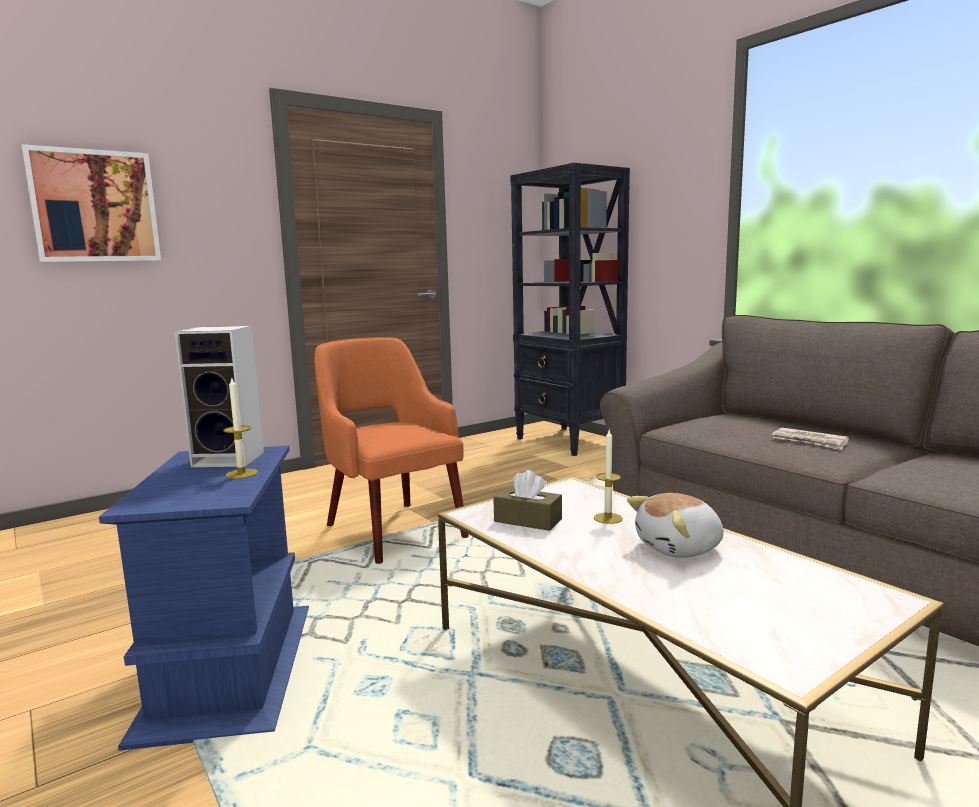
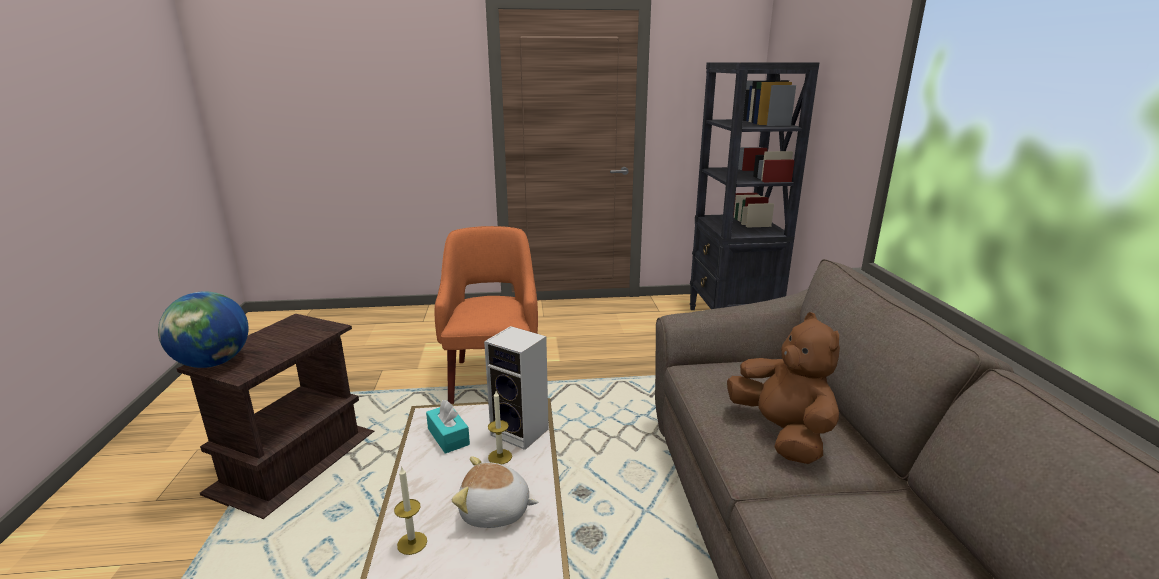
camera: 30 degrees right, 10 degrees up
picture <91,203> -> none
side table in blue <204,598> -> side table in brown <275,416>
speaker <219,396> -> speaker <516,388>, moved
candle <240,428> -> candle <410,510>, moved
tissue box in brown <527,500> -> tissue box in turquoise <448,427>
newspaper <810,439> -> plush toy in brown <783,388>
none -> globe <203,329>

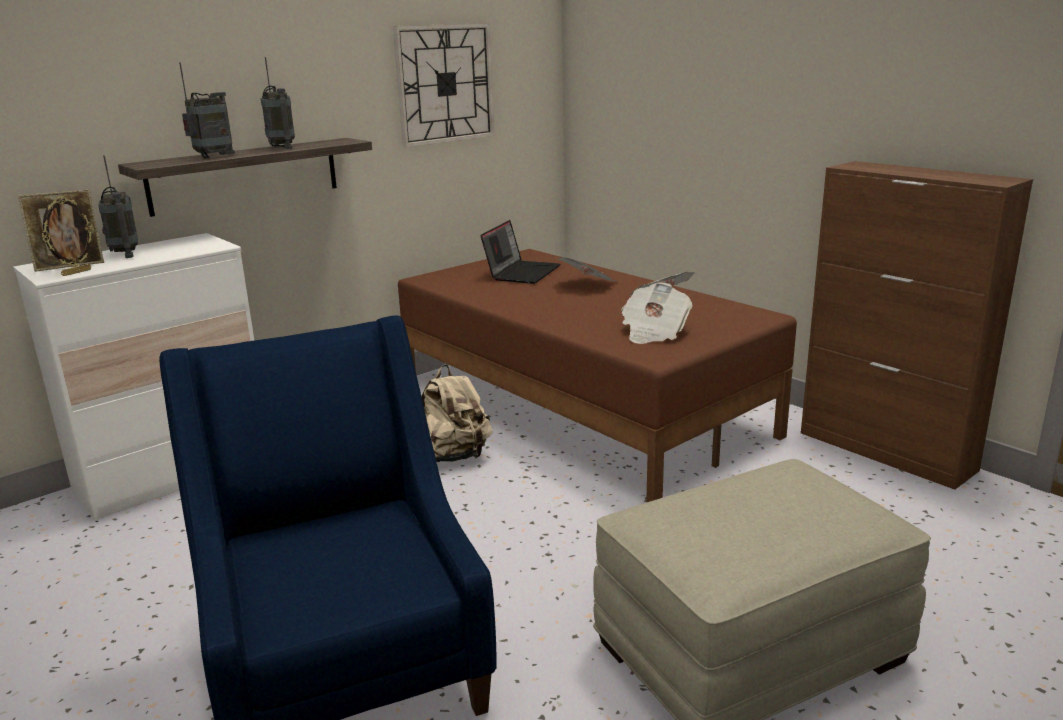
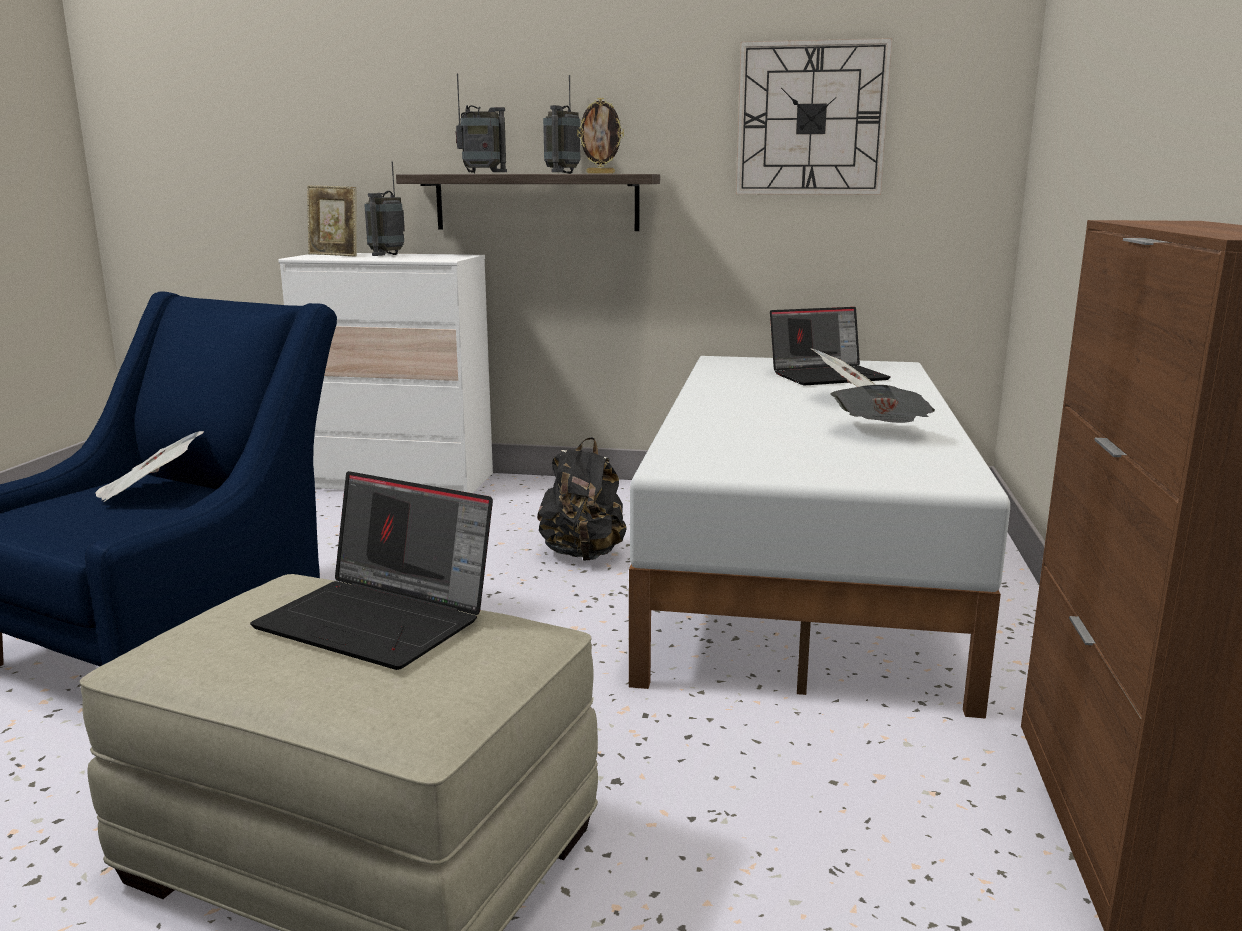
camera: 50 degrees right, 5 degrees down
picture frame <68,236> -> picture frame <600,136>, moved
bed in brown <597,376> -> bed in white <819,537>
backpack in beige <457,413> -> backpack in black <582,499>
newspaper <656,313> -> newspaper <149,466>, moved
none -> laptop <371,570>

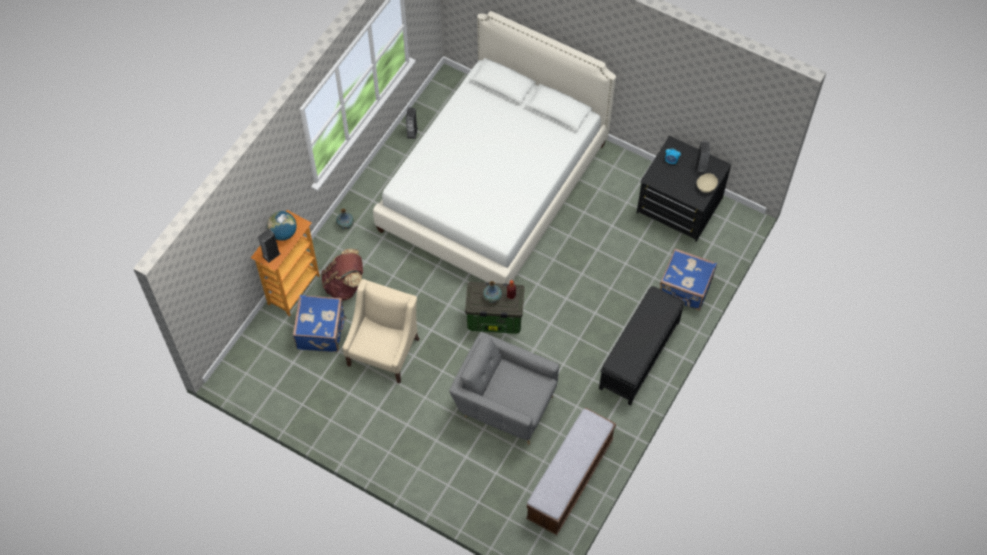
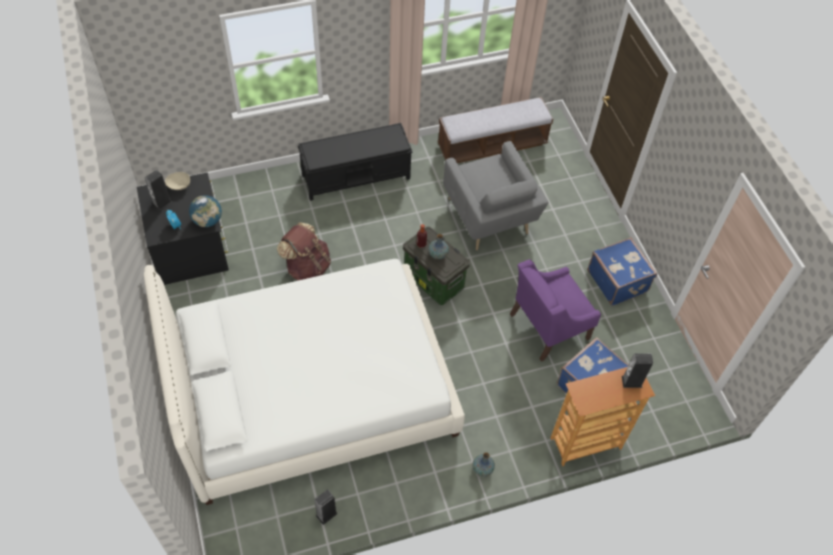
camera: 140 degrees left, 5 degrees down
globe <282,226> -> globe <205,211>, moved
backpack in brown <342,275> -> backpack in brown <304,251>, moved
armchair in beige <380,331> -> armchair in purple <555,310>
suitcase in blue <688,279> -> suitcase in blue <622,271>, moved

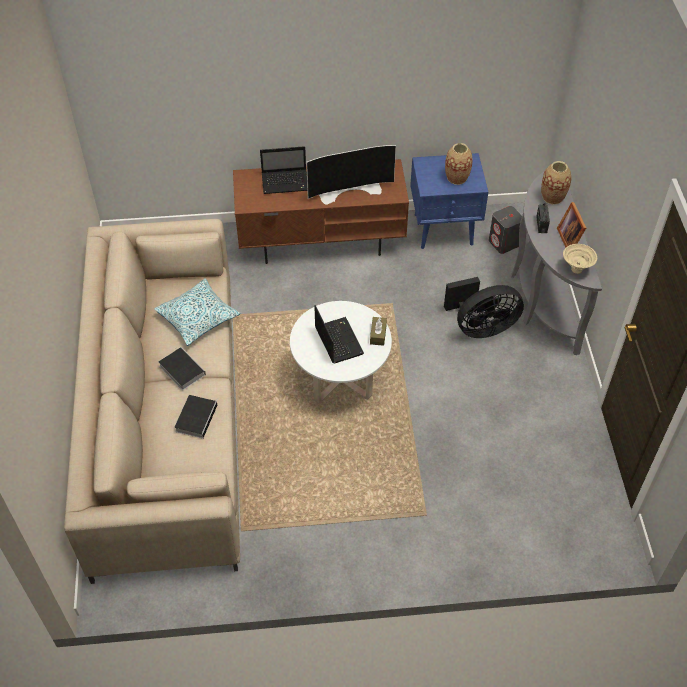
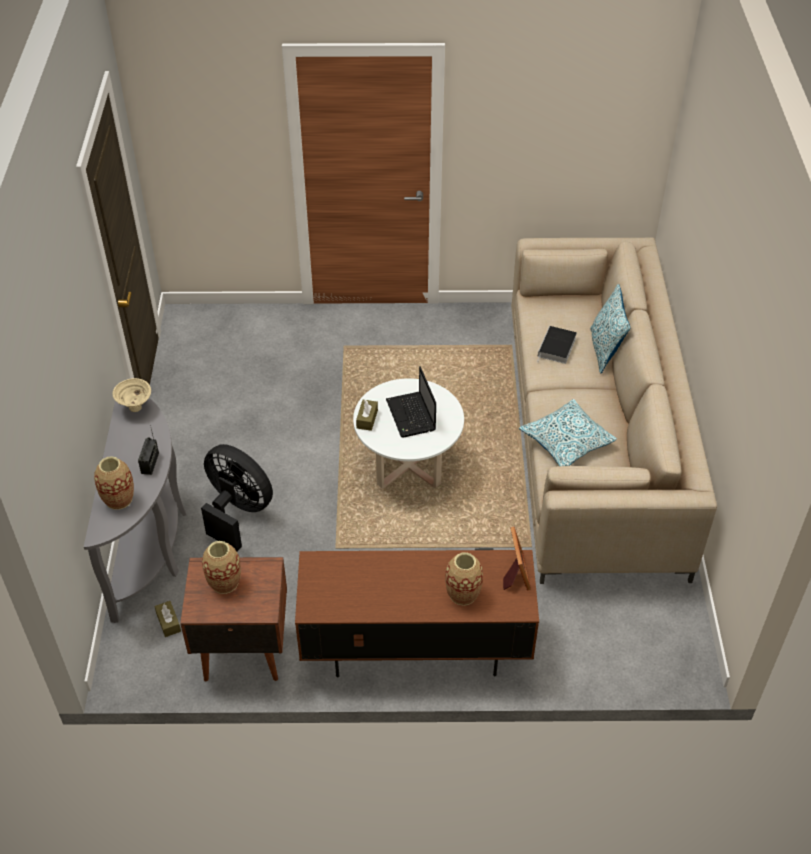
camera: 175 degrees left, 5 degrees down
book <182,368> -> none
laptop <283,170> -> vase <464,579>
television <351,175> -> none
nightstand in blue <449,201> -> nightstand in brown <233,619>
fan in black <484,307> -> fan in black <237,497>, 45 degrees clockwise
speaker in grey <505,230> -> tissue box in brown <167,619>
picture frame <571,225> -> picture frame <517,559>, moved
none -> pillow <610,329>

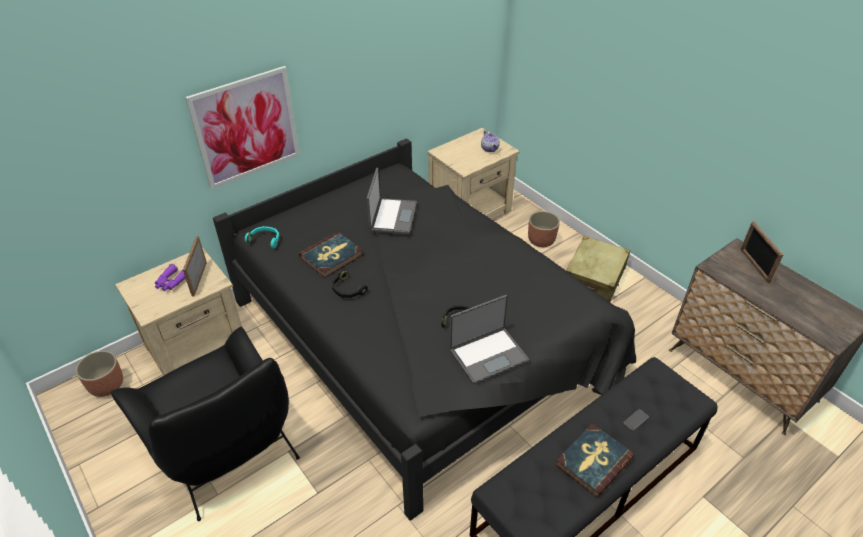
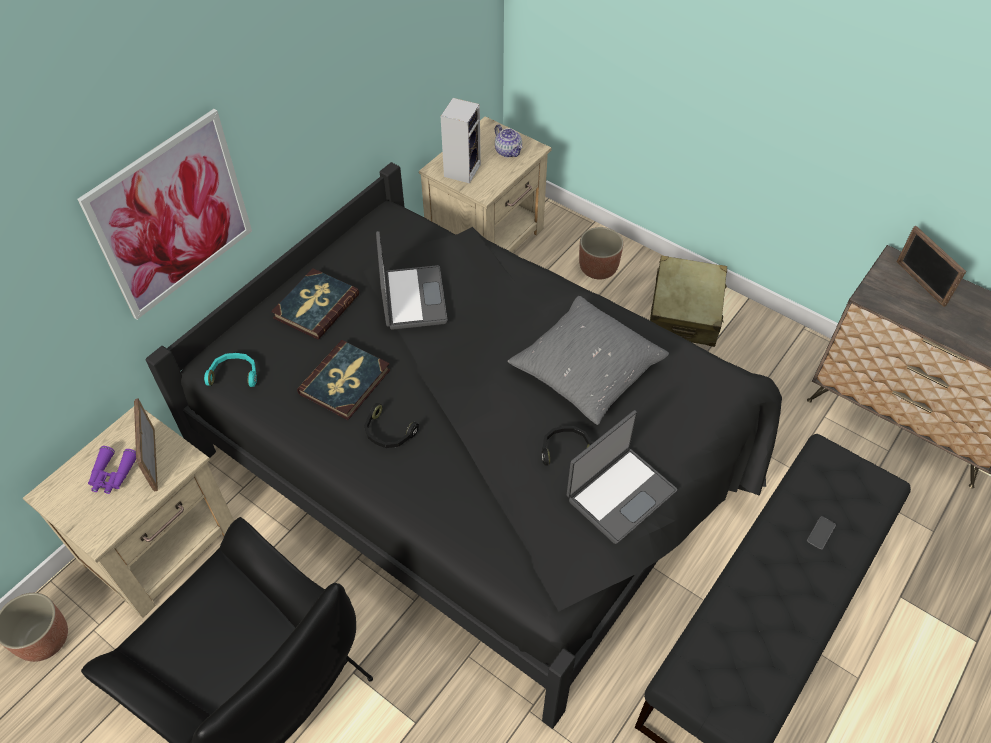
camera: 15 degrees left, 10 degrees up
book <594,460> -> book <315,304>, moved
none -> speaker <461,140>
none -> pillow in grey <588,360>

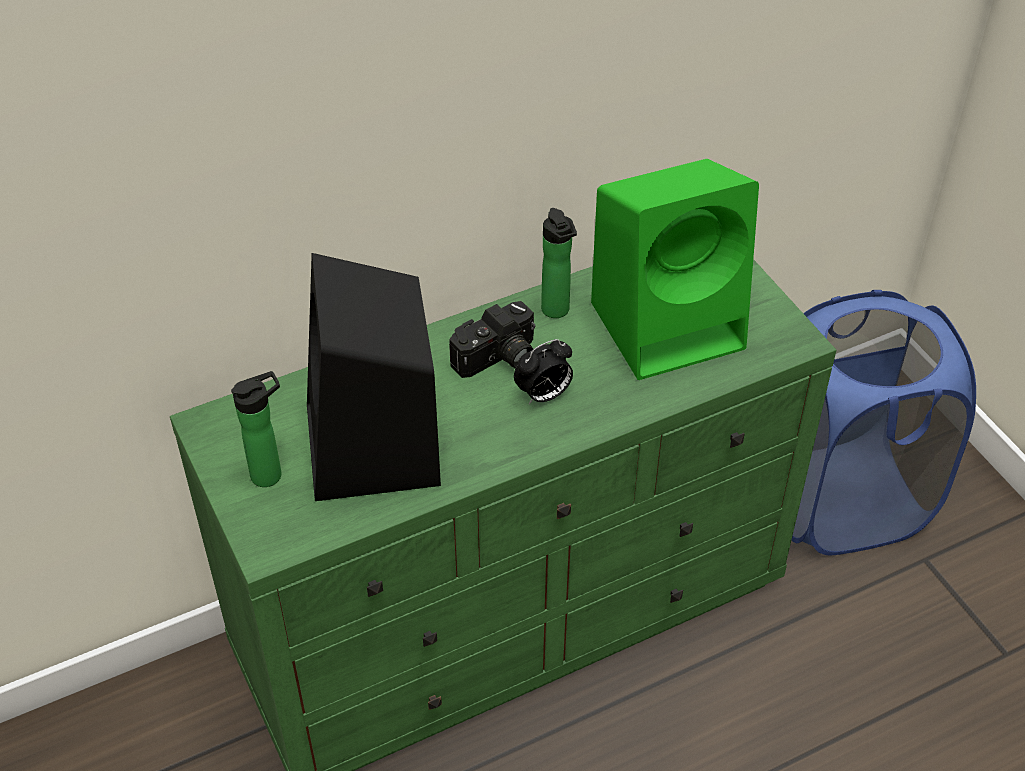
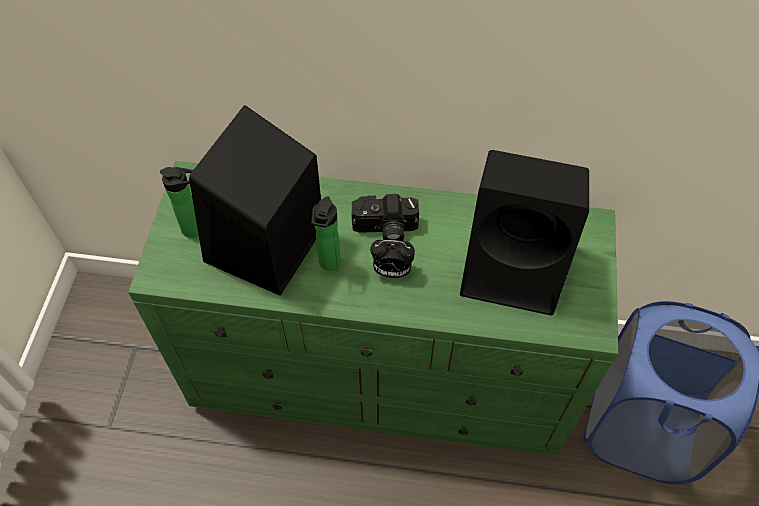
camera: 35 degrees right, 10 degrees up
bottle <559,263> -> bottle <326,233>, moved
speaker in green <675,269> -> speaker in black <524,233>

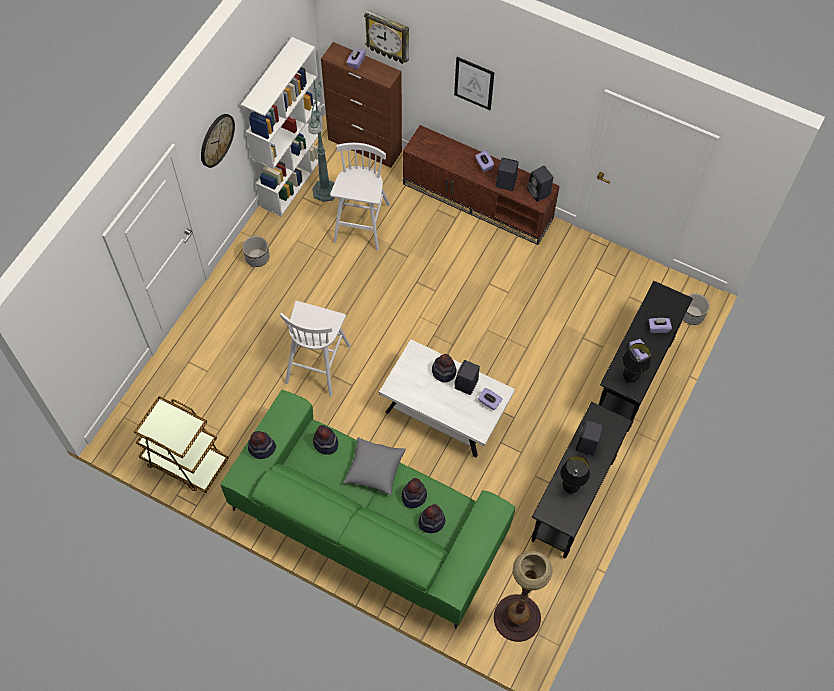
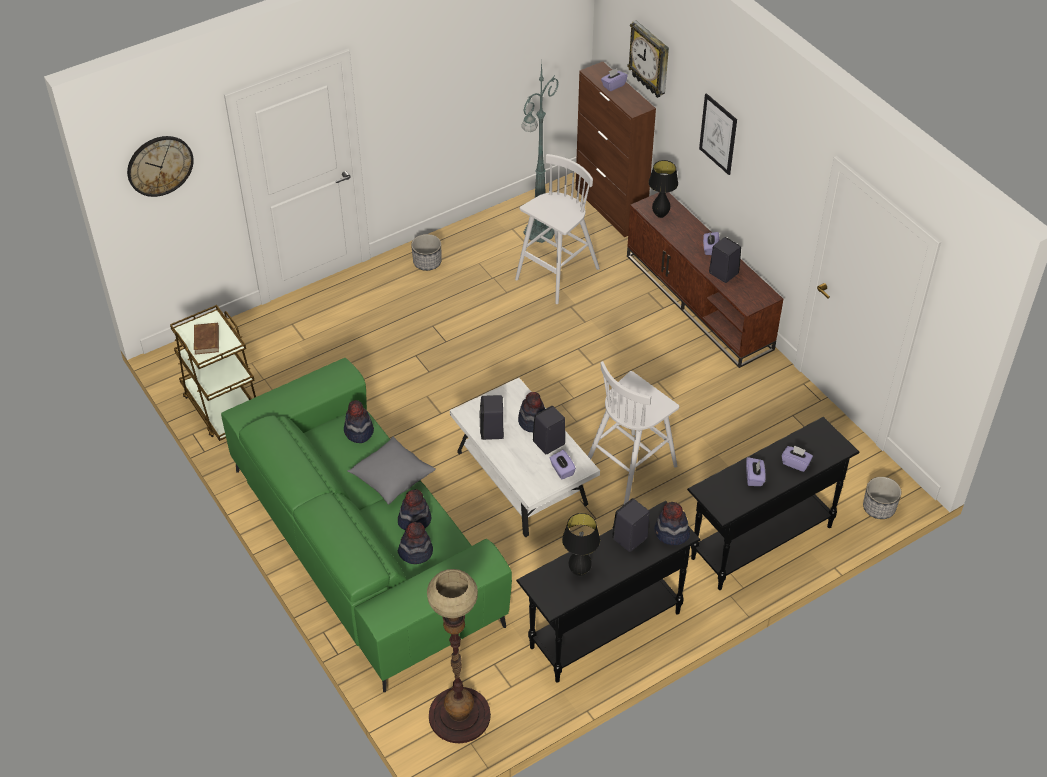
camera: 30 degrees right, 15 degrees down
wall clock <218,141> -> wall clock <160,166>, moved
bookcase in white <282,126> -> none
hat <262,445> -> hat <672,523>, moved
stool in white <315,349> -> stool in white <633,432>, moved
speaker in black <540,184> -> speaker in black <492,417>, moved
table lamp in black <636,363> -> table lamp in black <663,189>, moved
none -> book in brown <206,339>

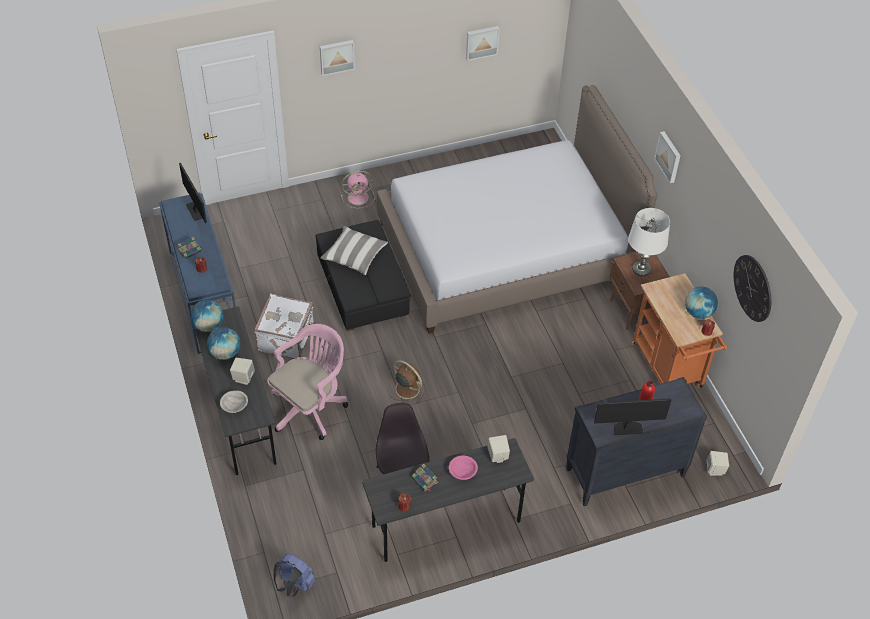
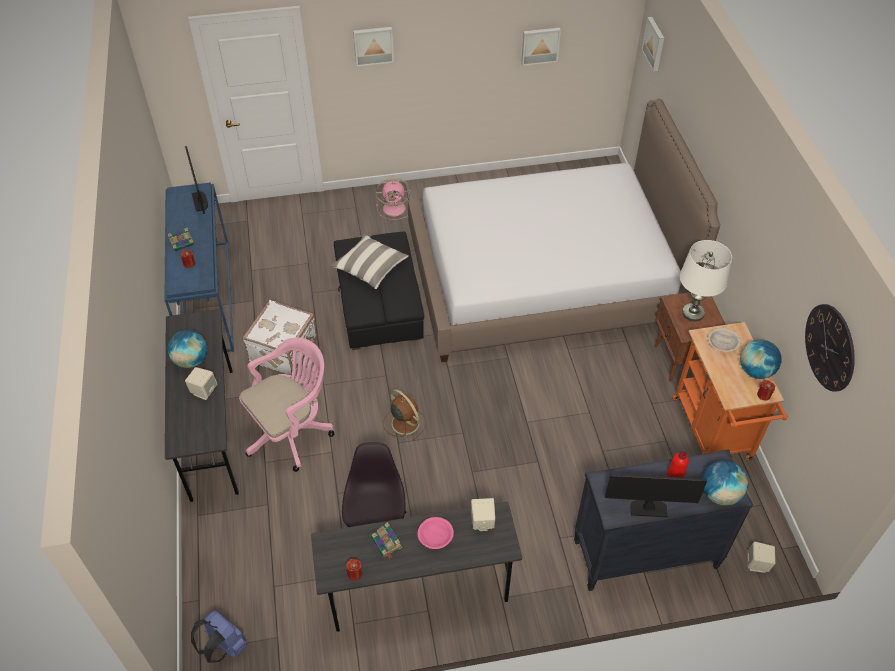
camera: 10 degrees right, 0 degrees up
globe <207,316> -> globe <725,483>, moved
bowl in beige <234,401> -> bowl in beige <724,340>, moved
picture <667,157> -> picture <653,44>, moved

